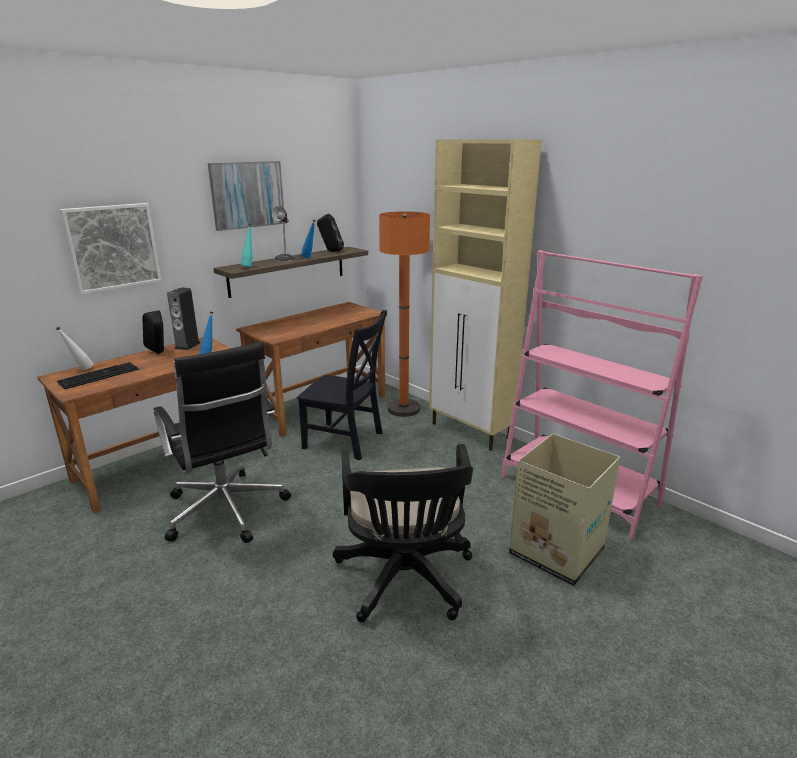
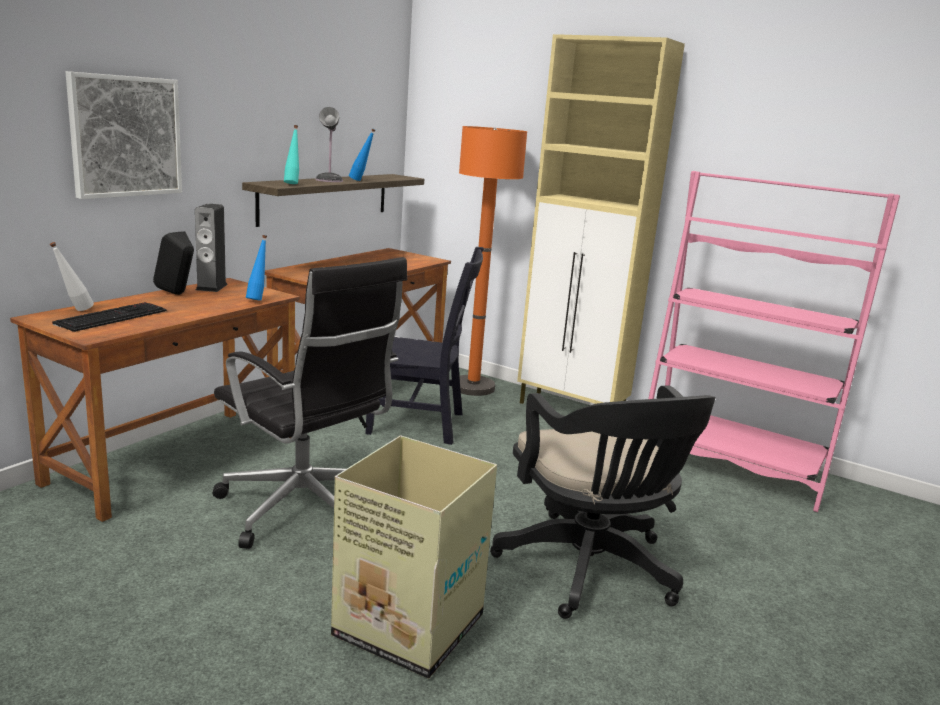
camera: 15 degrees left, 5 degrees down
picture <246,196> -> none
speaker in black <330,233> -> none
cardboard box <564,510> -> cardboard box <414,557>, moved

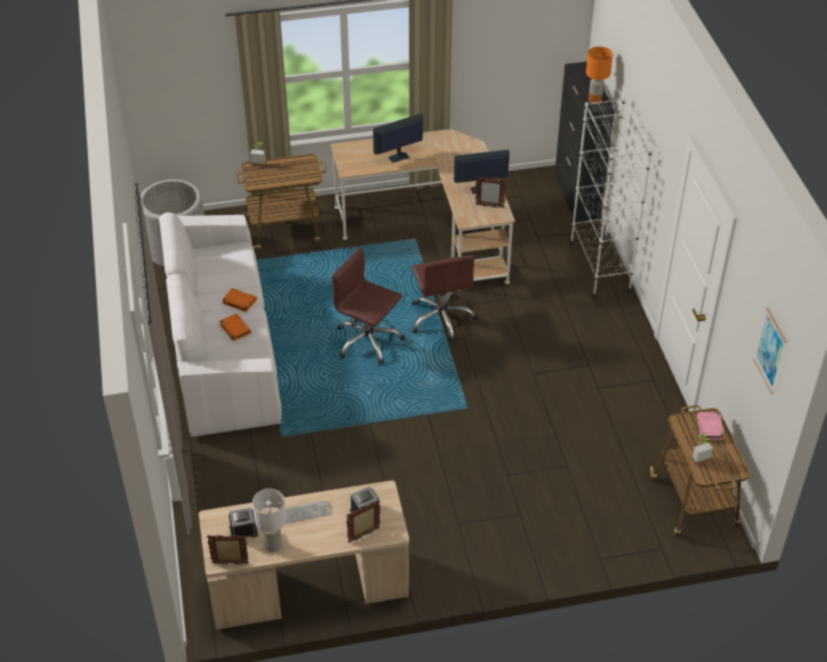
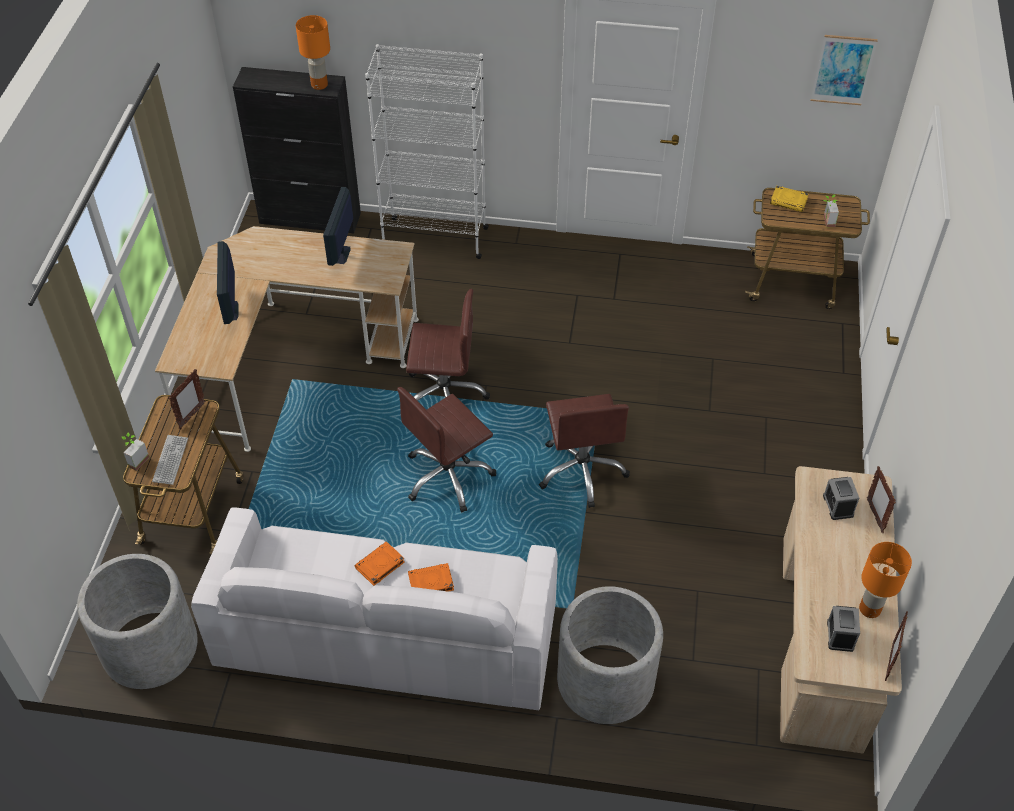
camera: 70 degrees left, 5 degrees up
table lamp in white <269,520> -> table lamp in orange <885,580>
keyboard <307,512> -> keyboard <170,460>, moved
picture frame <491,192> -> picture frame <187,399>, moved
book in pink <710,426> -> book in yellow <789,199>
none -> office chair in brown <584,451>
none -> planter in grey <610,655>

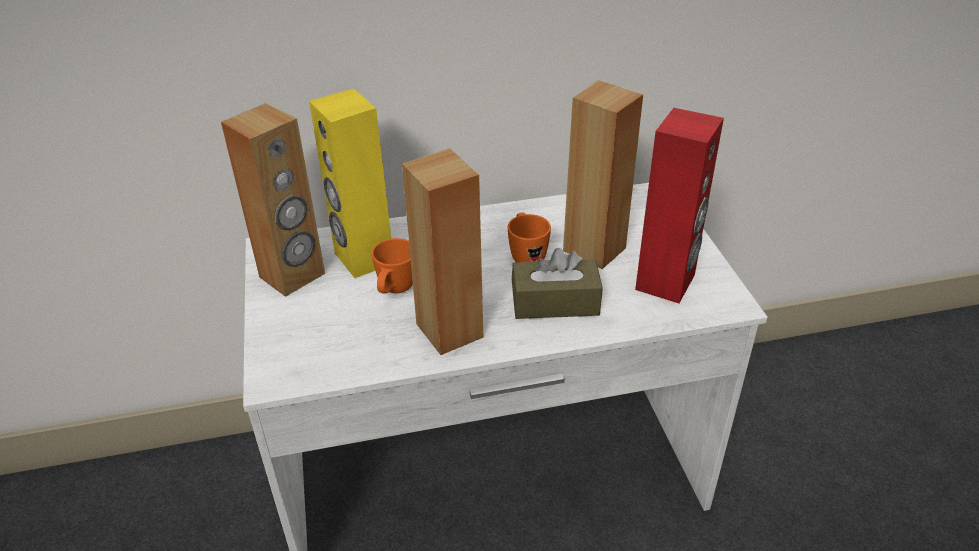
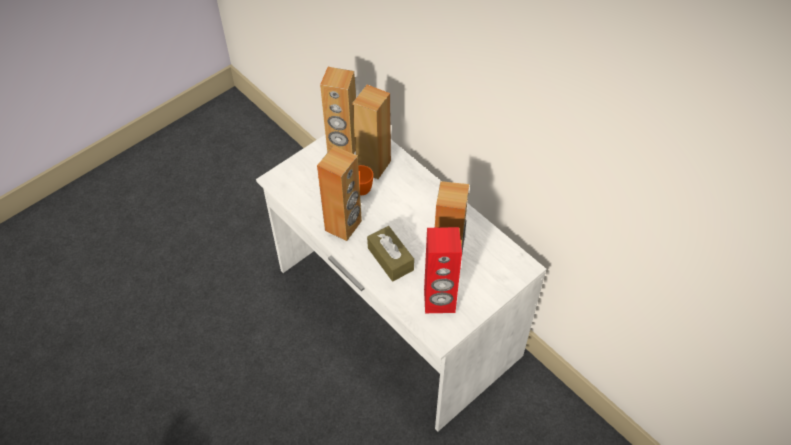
camera: 60 degrees right, 15 degrees up
speaker in yellow <350,183> -> speaker in brown <371,132>
mug in orange <529,237> -> none

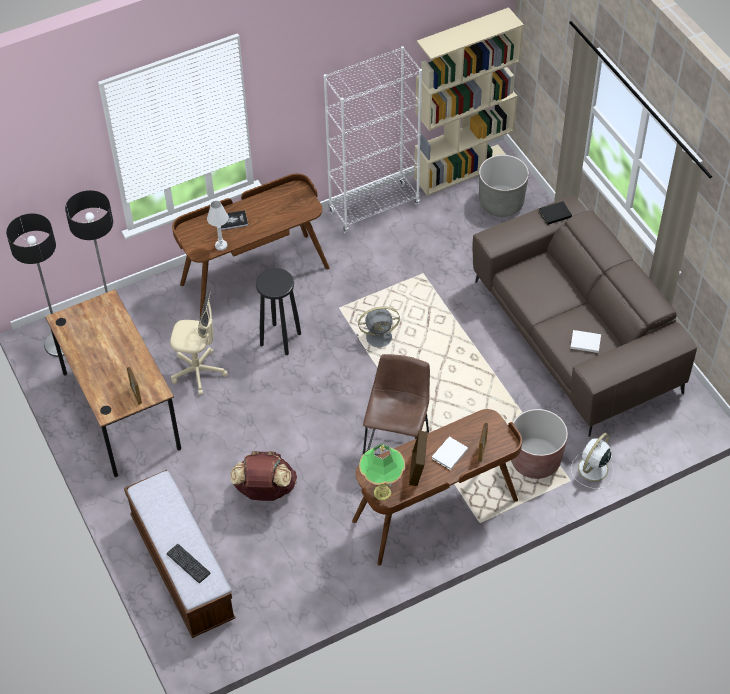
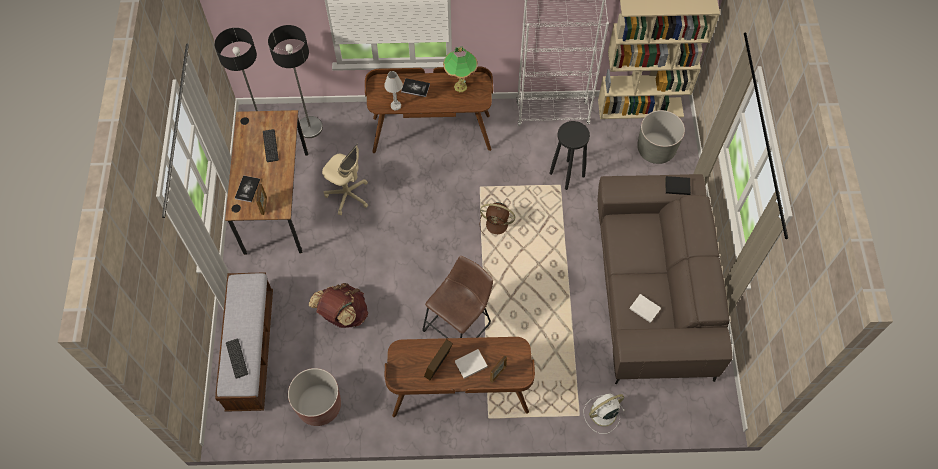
camera: 25 degrees right, 10 degrees up
stool in black <278,311> -> stool in black <569,155>, moved
fan in grey <378,329> -> fan in brown <497,218>
table lamp <382,471> -> table lamp <460,69>, moved
planter in brown <539,444> -> planter in brown <314,397>, moved
none -> book <247,188>
none -> keyboard <271,145>

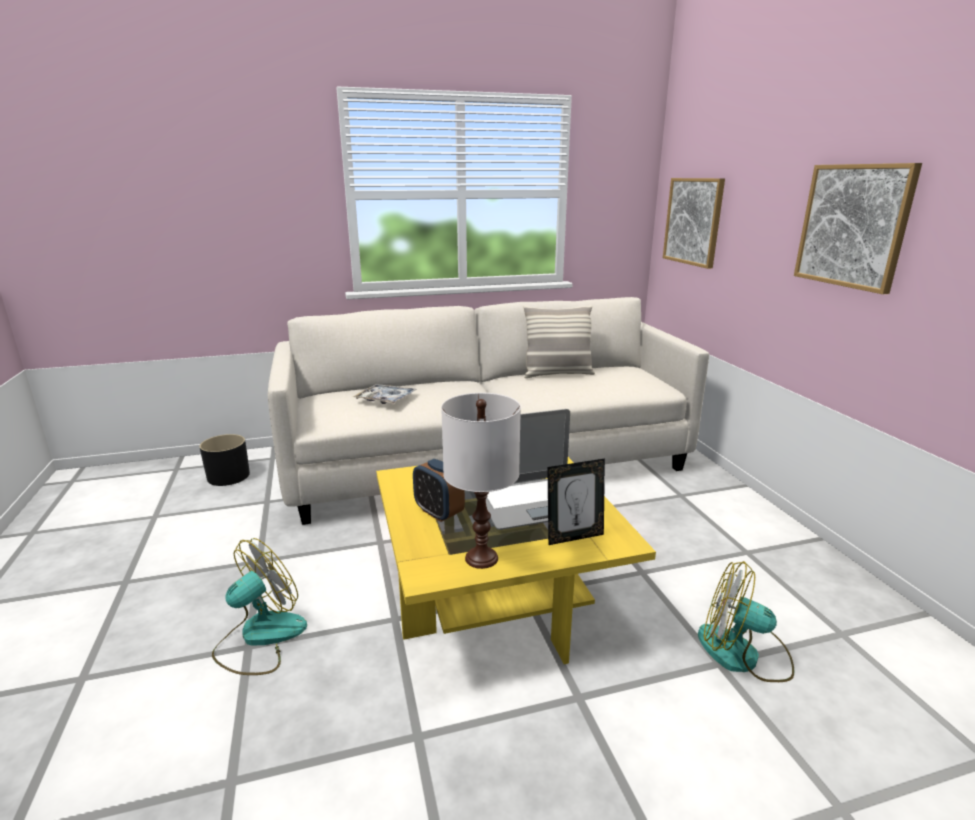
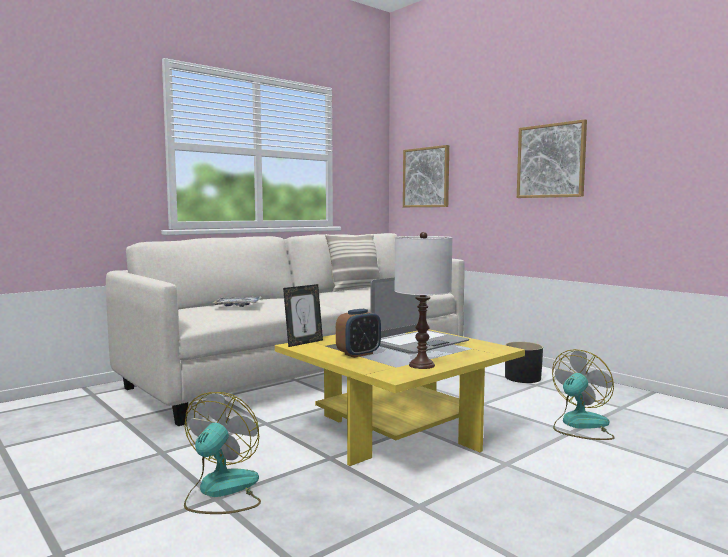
camera: 25 degrees left, 15 degrees down
planter in black <224,460> -> planter in black <524,362>, moved
alarm clock <439,490> -> alarm clock <358,333>, 60 degrees counterclockwise
picture frame <576,501> -> picture frame <303,315>, moved
fan <746,621> -> fan <583,394>, 135 degrees clockwise

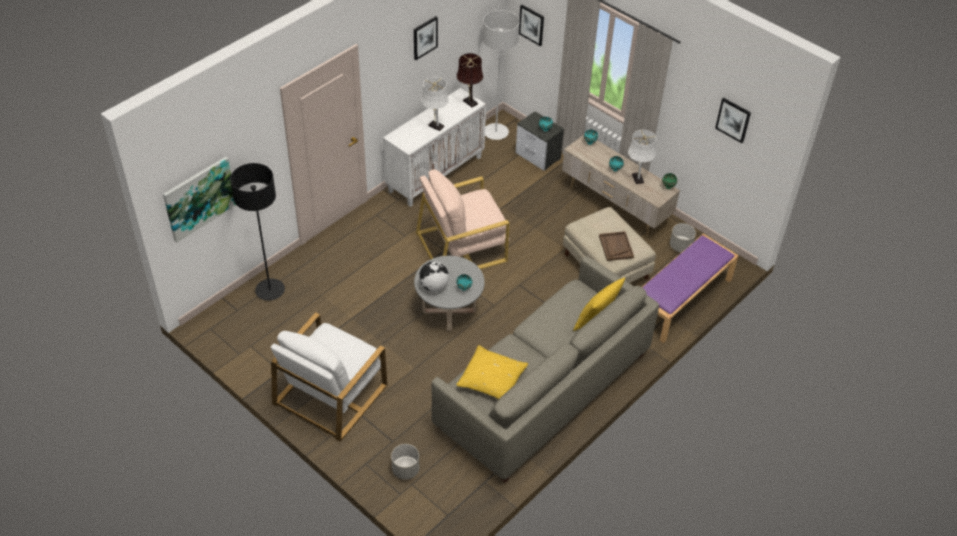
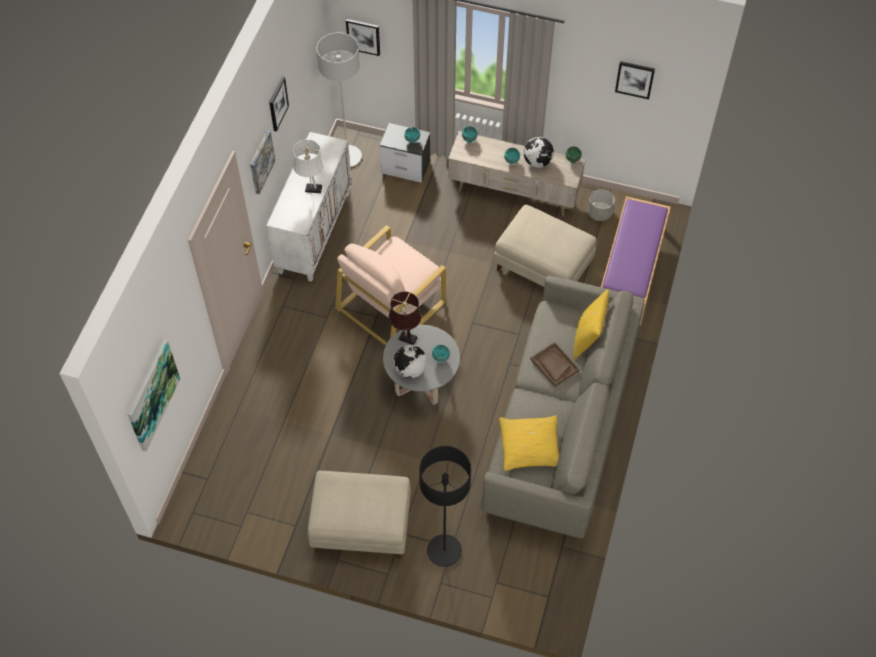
camera: 25 degrees left, 10 degrees up
floor lamp in black <257,231> -> floor lamp in black <445,506>, moved
armchair in white <329,377> -> ottoman in beige <359,514>
planter in grey <405,461> -> none
table lamp in brown <469,80> -> table lamp in brown <405,318>, moved
tray in brown <616,246> -> tray in brown <555,364>, moved
table lamp in white <642,157> -> globe <539,152>
none -> picture <262,162>

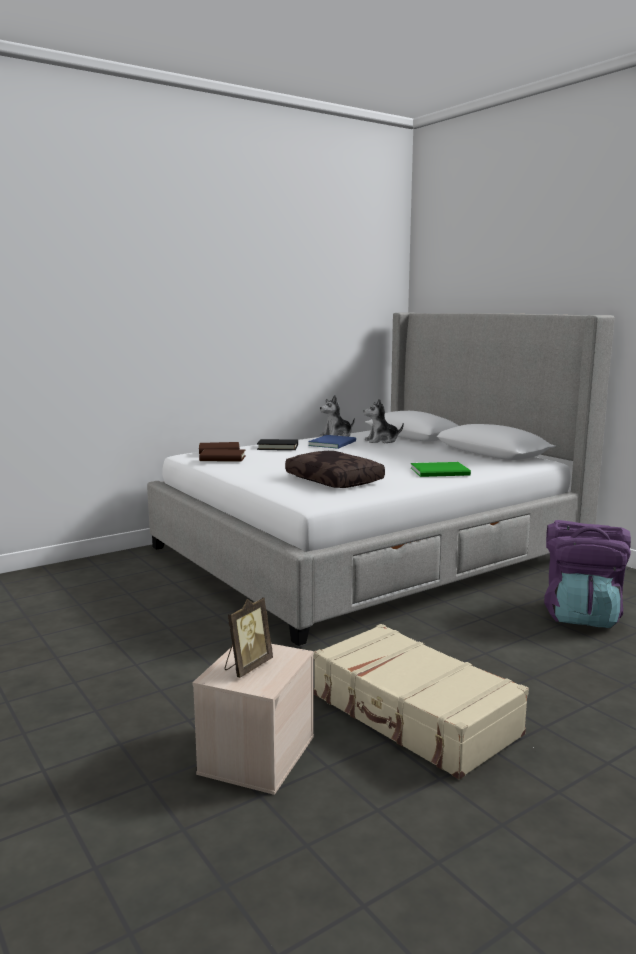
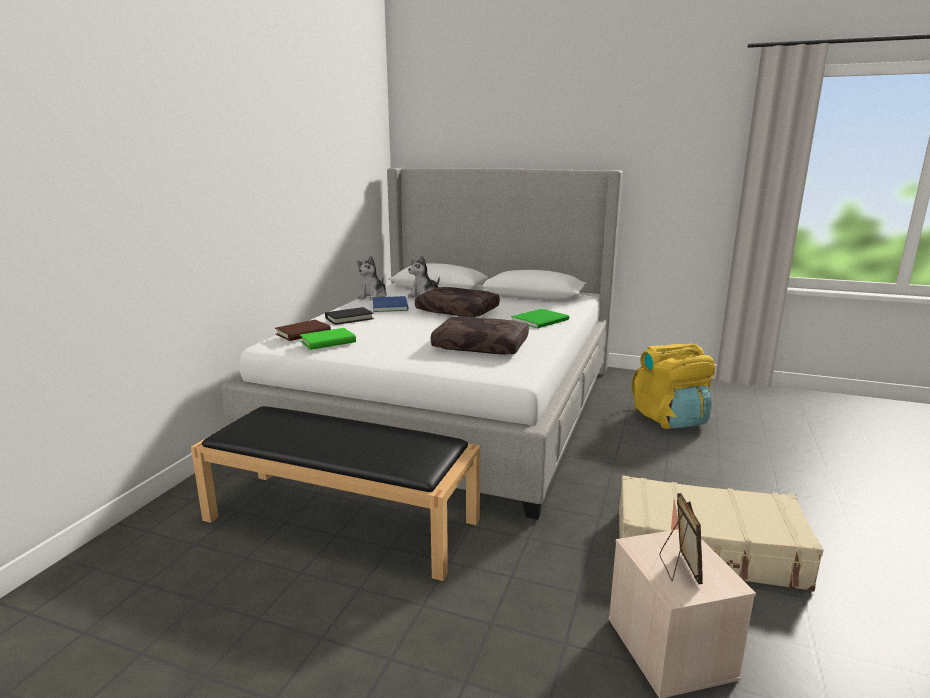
camera: 35 degrees left, 5 degrees up
book in brown <222,455> -> book in green <328,339>
backpack in purple <587,574> -> backpack in yellow <674,386>
none -> bench in black <335,493>
none -> pillow in brown <457,302>

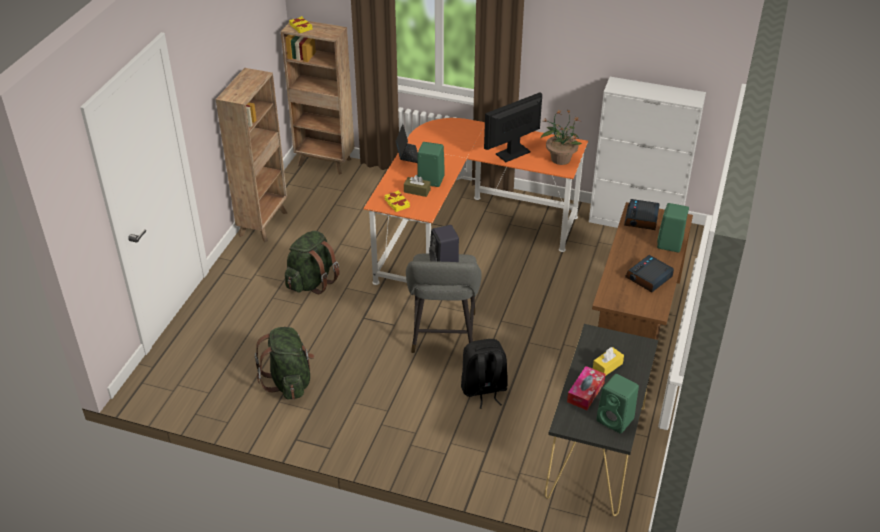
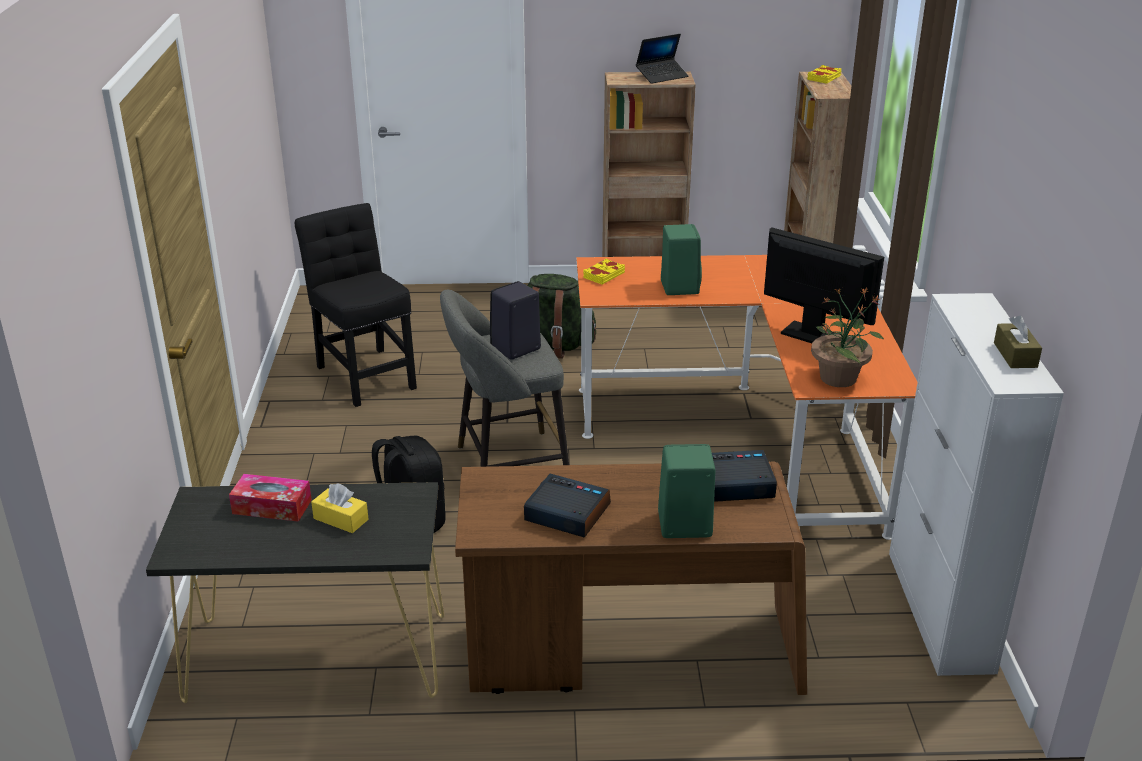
camera: 70 degrees right, 10 degrees down
backpack in green <284,363> -> chair in black <356,305>
laptop <406,143> -> laptop <662,59>, moved
tissue box in brown <417,186> -> tissue box in brown <1018,341>, moved
speaker in green <617,404> -> none

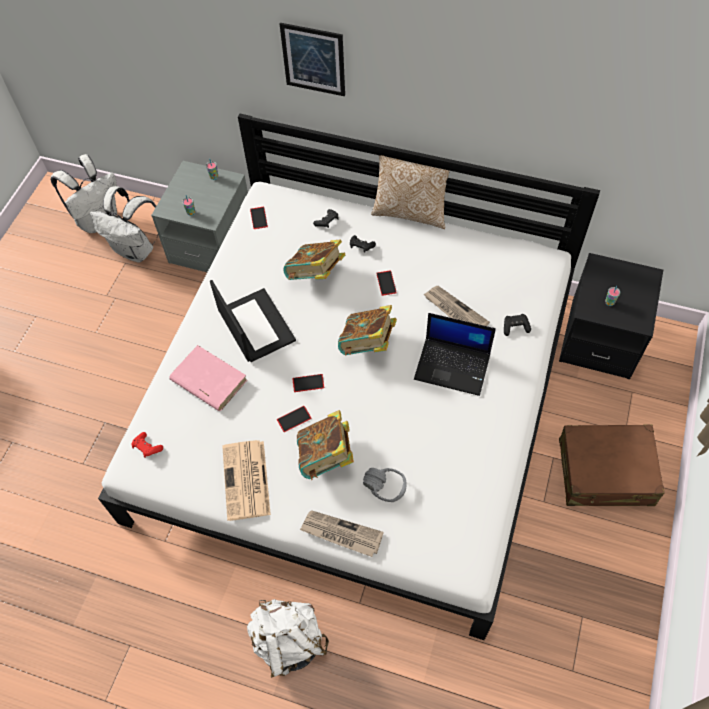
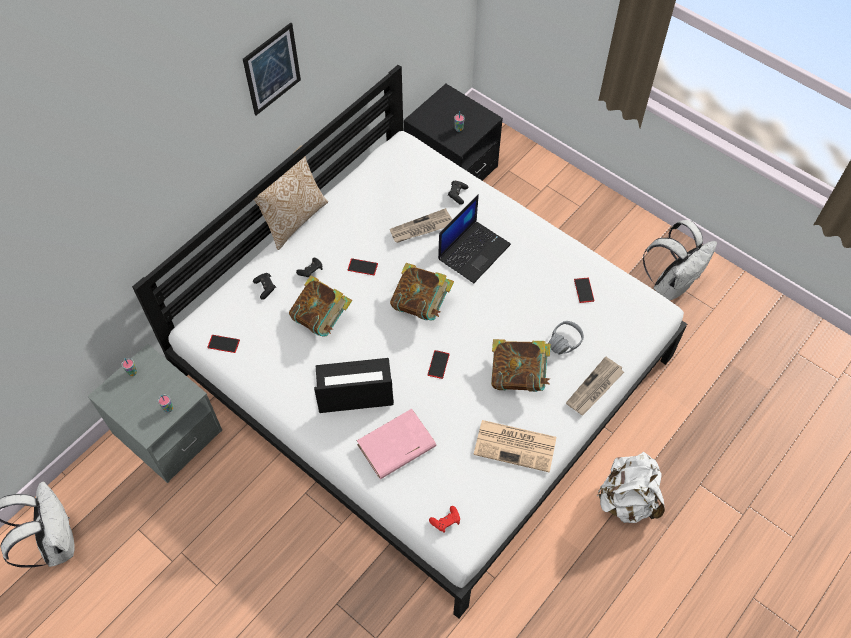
camera: 70 degrees left, 0 degrees up
backpack in white <124,224> -> backpack in white <680,260>, moved
phone <294,419> -> phone <584,290>, moved
picture <312,59> -> picture <272,69>, moved
suitcase in brown <611,465> -> none

